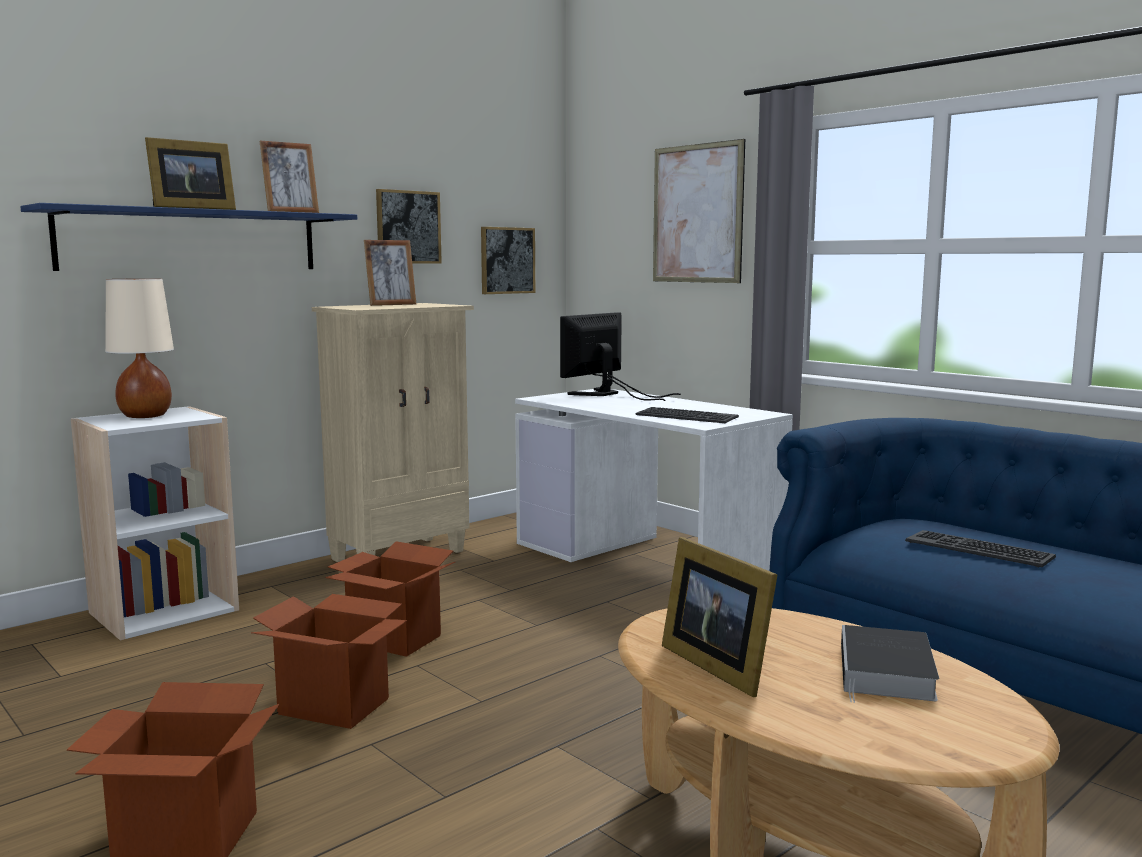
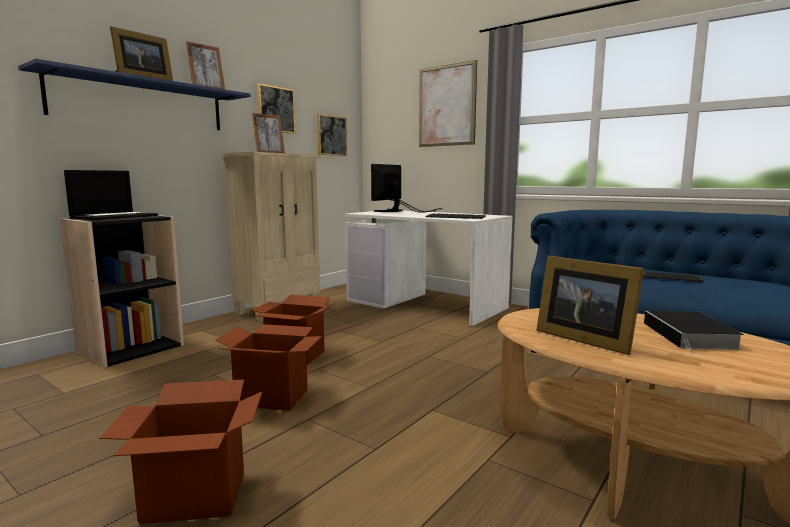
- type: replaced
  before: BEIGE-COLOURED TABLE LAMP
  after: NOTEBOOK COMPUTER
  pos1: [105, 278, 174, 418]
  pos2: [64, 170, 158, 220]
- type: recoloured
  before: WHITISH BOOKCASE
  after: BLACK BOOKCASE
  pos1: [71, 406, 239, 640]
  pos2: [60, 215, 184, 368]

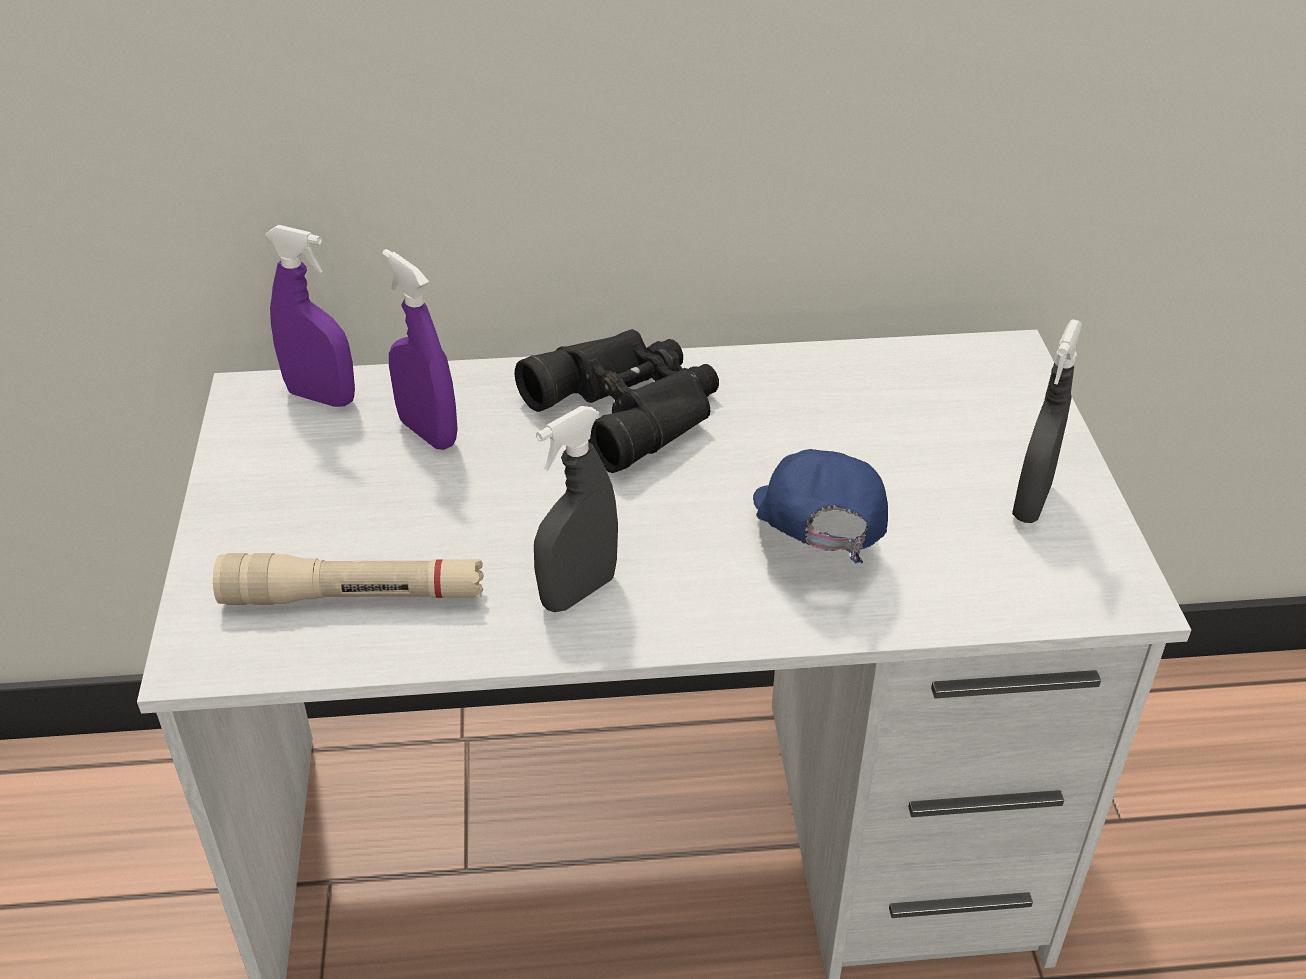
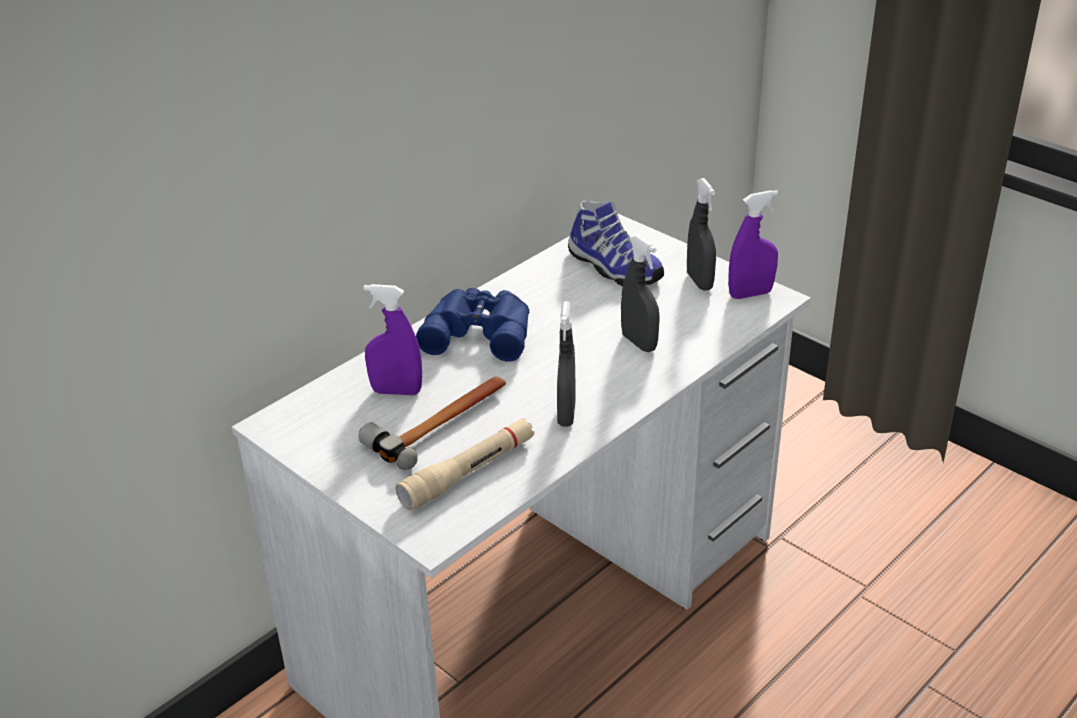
- type: added
  after: HAMMER
  pos2: [358, 376, 506, 470]
- type: added
  after: SHOE
  pos2: [568, 201, 664, 286]
- type: moved
  before: PURPLE-COLOURED HAND SPRAYER
  pos1: [265, 225, 355, 407]
  pos2: [728, 190, 779, 299]
- type: replaced
  before: BLUE PEAKED CAP
  after: GREYISH HAND SPRAYER
  pos1: [753, 449, 888, 564]
  pos2: [621, 235, 660, 352]
- type: recoloured
  before: BLACK FIELD GLASSES
  after: BLUE FIELD GLASSES
  pos1: [515, 329, 719, 473]
  pos2: [416, 288, 529, 362]

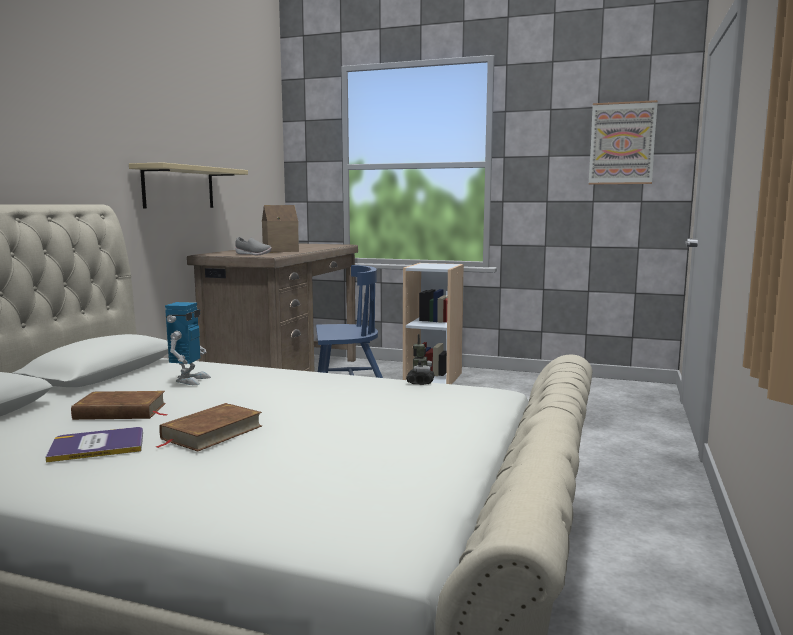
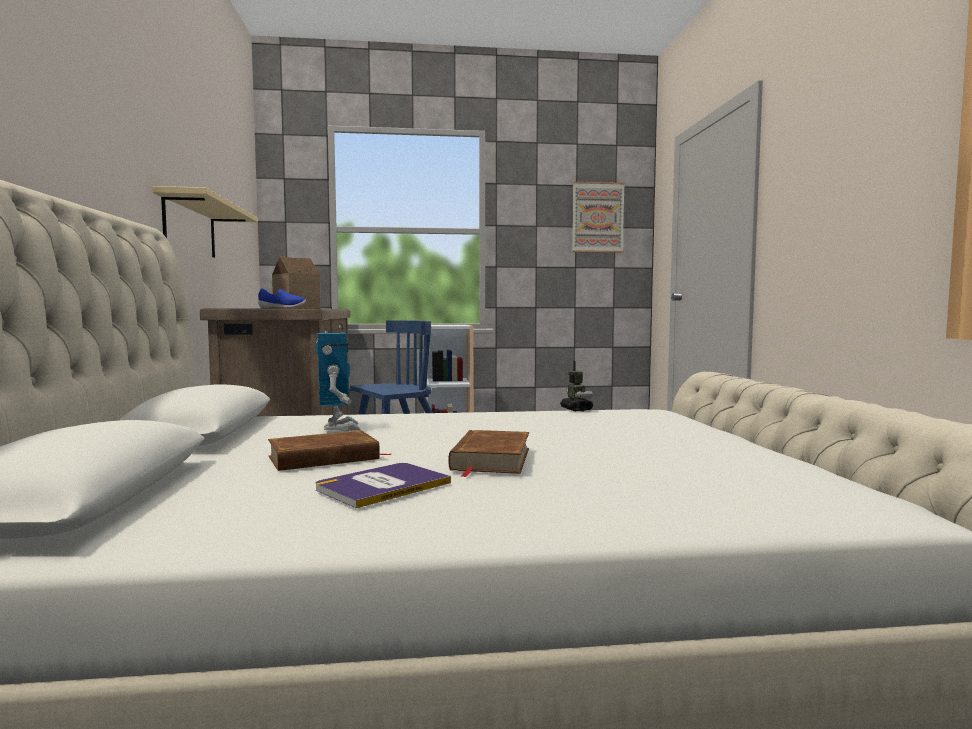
- type: recoloured
  before: GREYISH SHOE
  after: BLUE SHOE
  pos1: [235, 237, 272, 255]
  pos2: [258, 288, 306, 308]

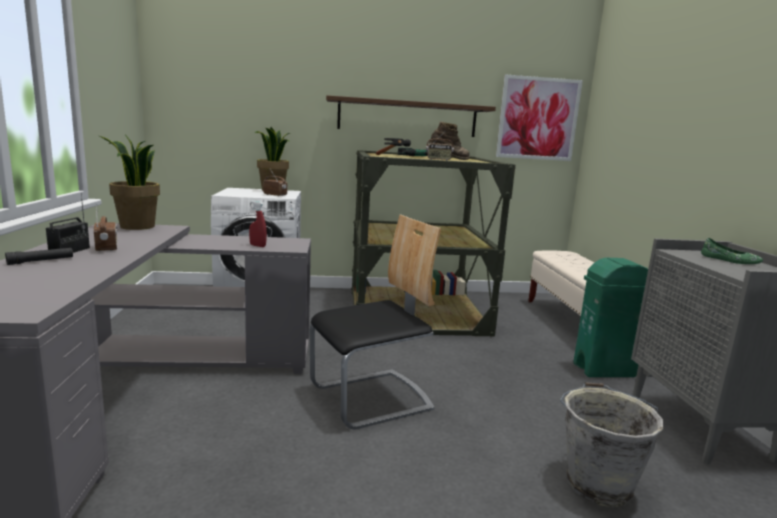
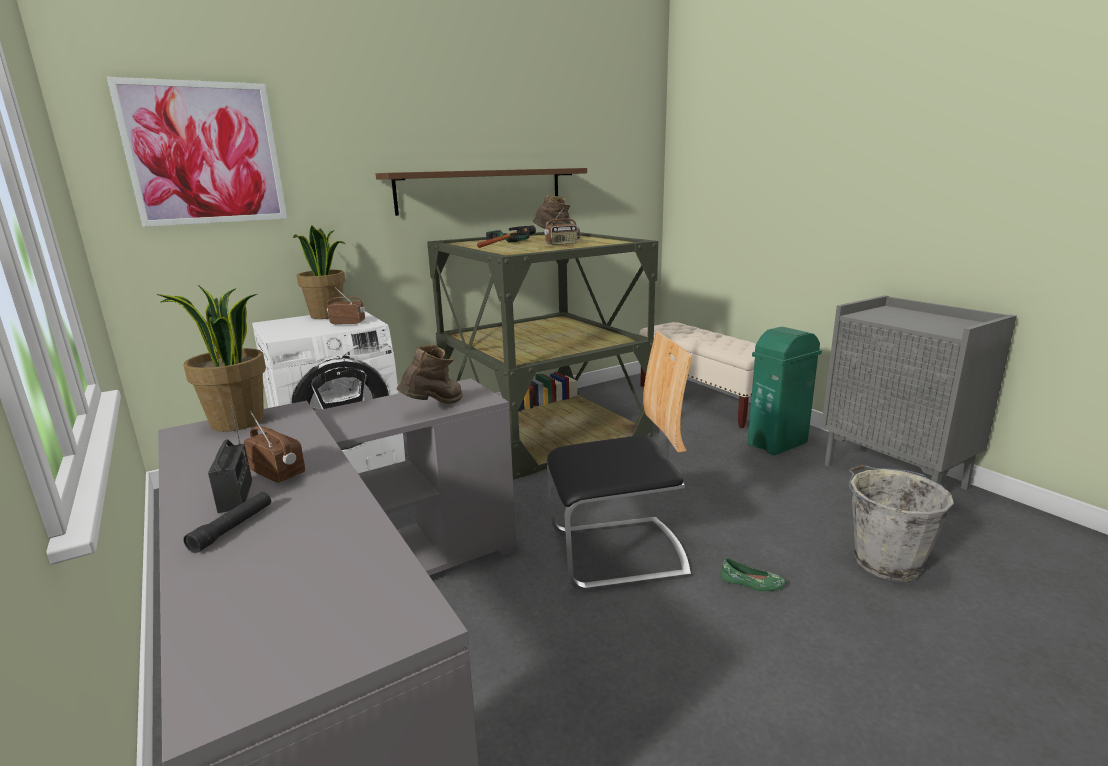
- type: moved
  before: WALL PICTURE
  pos1: [496, 74, 583, 161]
  pos2: [107, 77, 287, 227]
- type: moved
  before: GREEN-COLOURED SHOE
  pos1: [701, 238, 763, 264]
  pos2: [721, 558, 786, 591]
- type: replaced
  before: RED HAND SPRAYER
  after: BROWN-COLOURED TALL BOOT
  pos1: [249, 201, 267, 247]
  pos2: [397, 344, 463, 404]
- type: turned
  before: PLAIN CHAIR
  pos1: [310, 215, 441, 429]
  pos2: [547, 331, 692, 591]
  turn: 45

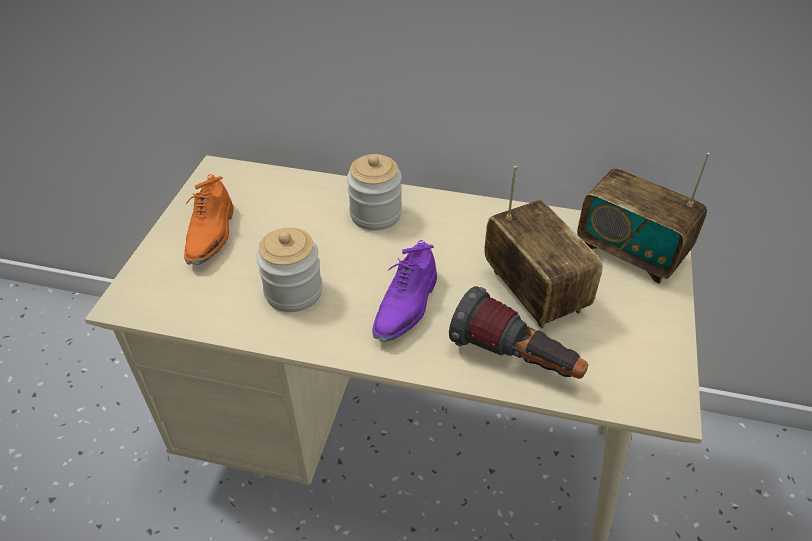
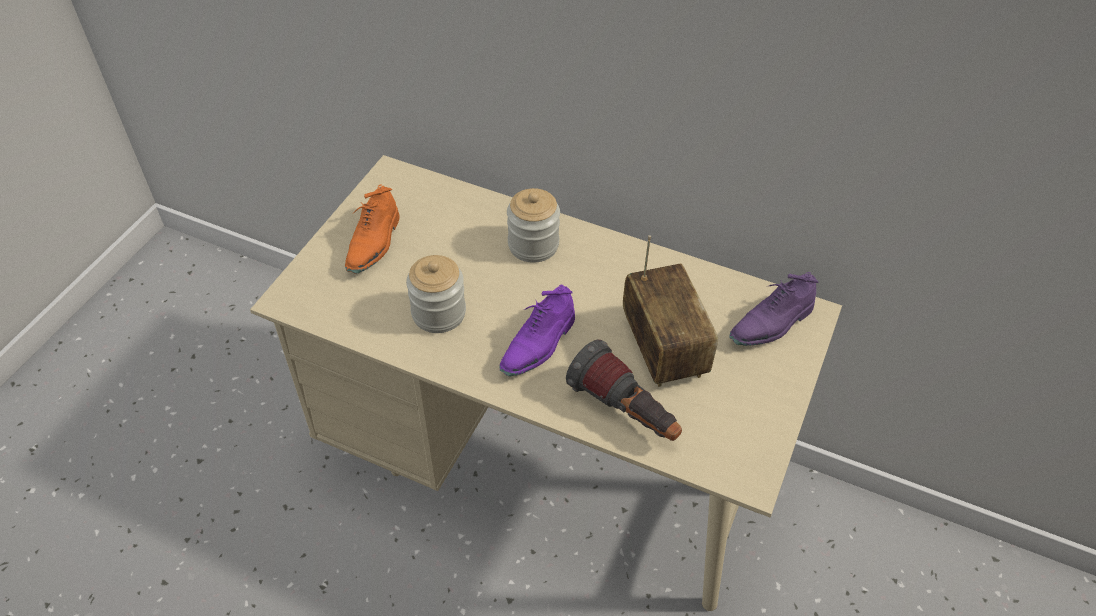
- type: replaced
  before: RADIO
  after: PURPLE-COLOURED SHOE
  pos1: [577, 153, 710, 284]
  pos2: [729, 272, 819, 346]

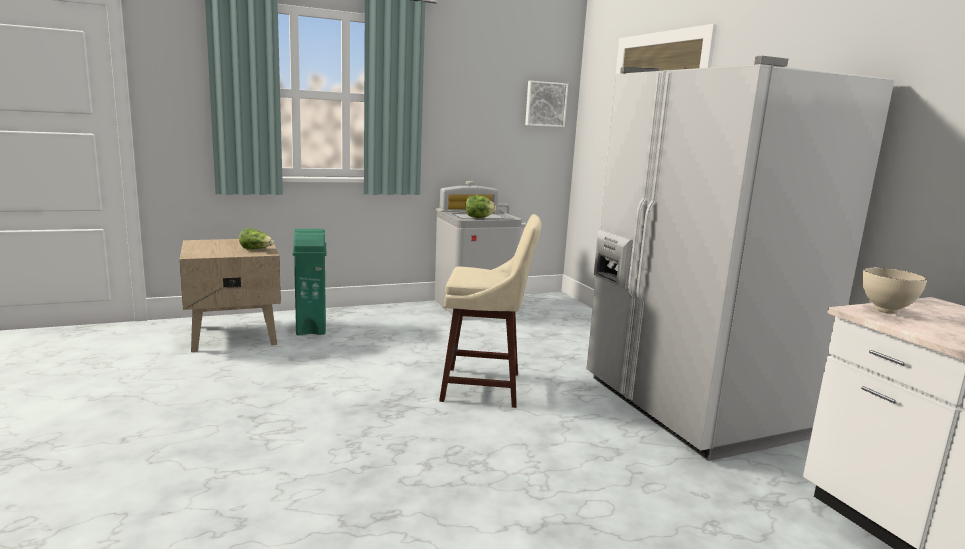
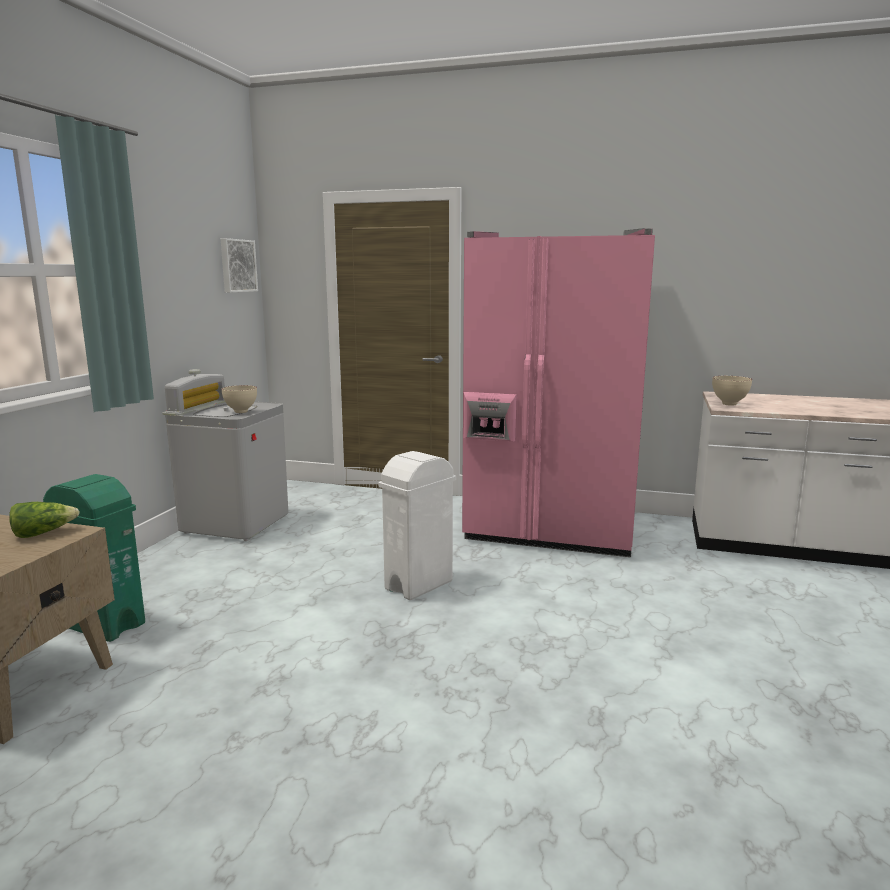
- type: replaced
  before: BEIGE-COLOURED PLAIN CHAIR
  after: WHITISH TRASH CAN
  pos1: [439, 214, 542, 408]
  pos2: [378, 451, 456, 600]
- type: replaced
  before: HEAD OF LETTUCE
  after: BEIGE-COLOURED BOWL
  pos1: [465, 195, 496, 218]
  pos2: [222, 385, 257, 413]
- type: recoloured
  before: WHITISH FRIDGE
  after: PINK FRIDGE
  pos1: [587, 56, 894, 461]
  pos2: [462, 228, 655, 557]

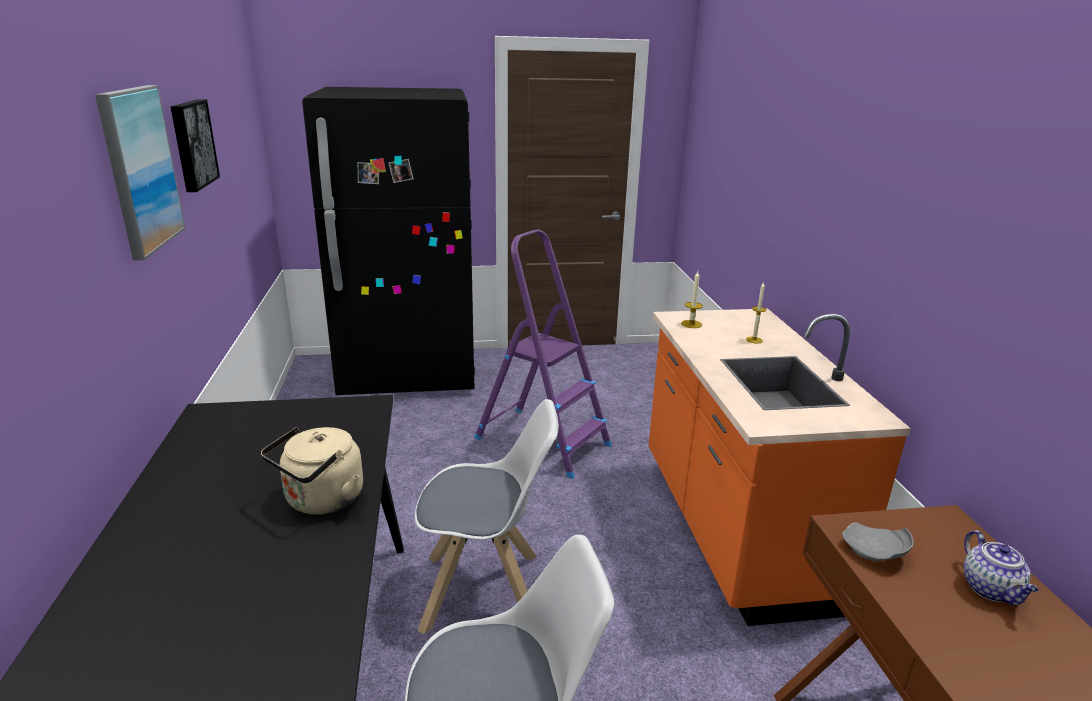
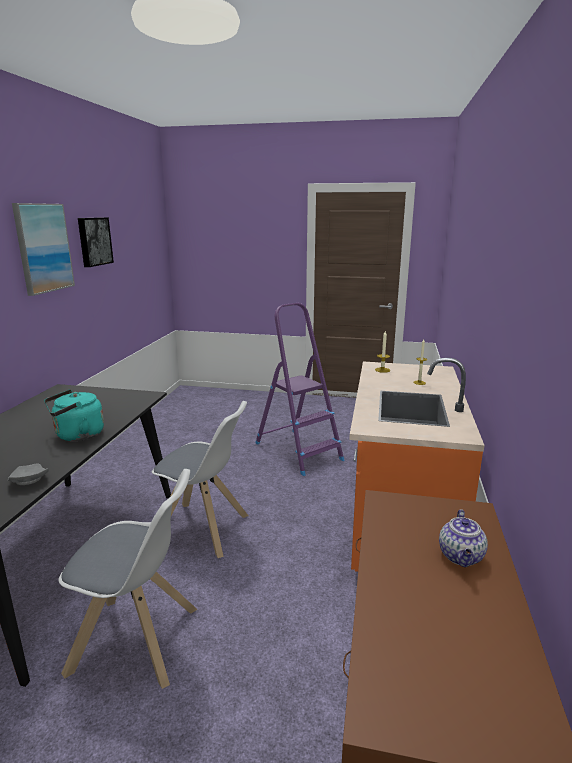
- type: removed
  before: BLACK FRIDGE
  pos1: [302, 87, 475, 395]
- type: moved
  before: GREYISH PLATE
  pos1: [842, 522, 914, 561]
  pos2: [8, 463, 49, 485]
- type: recoloured
  before: BEIGE-COLOURED WATER KETTLE
  after: TURQUOISE WATER KETTLE
  pos1: [261, 427, 363, 515]
  pos2: [44, 389, 104, 441]

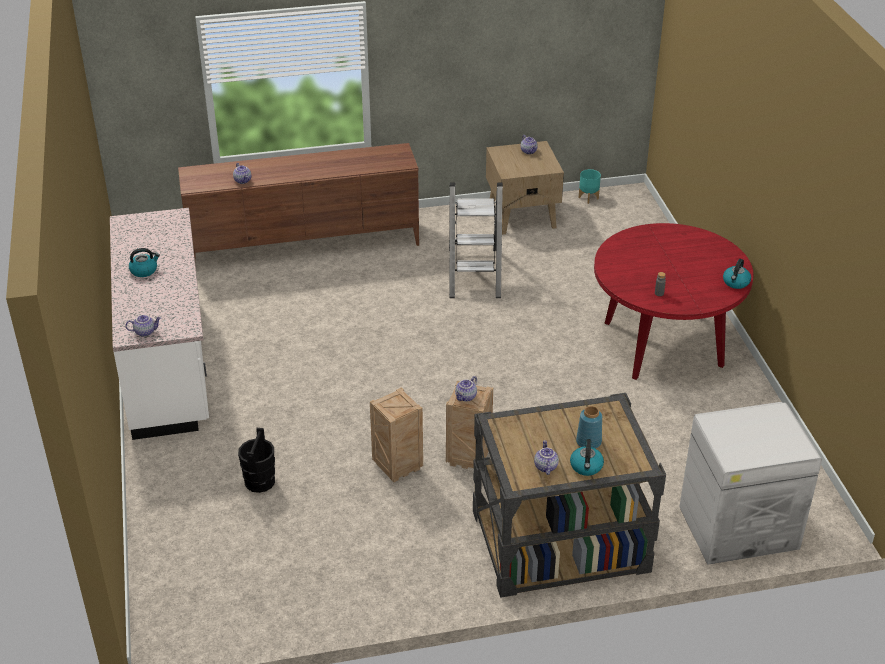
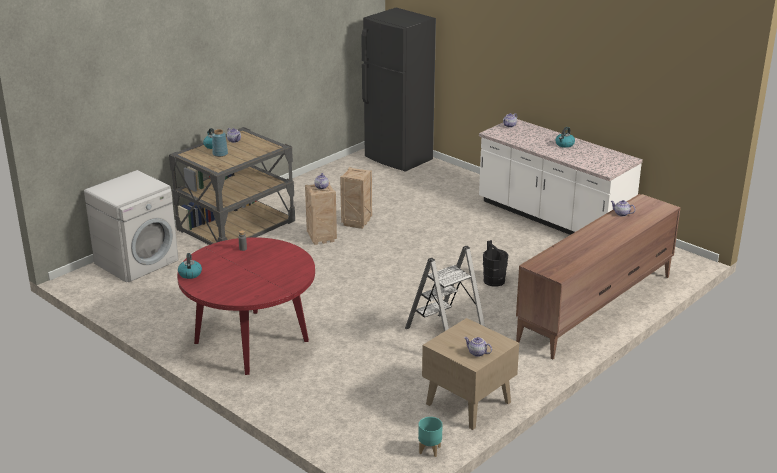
- type: added
  after: BLACK FRIDGE
  pos2: [361, 8, 436, 172]
- type: moved
  before: BLACK PAIL
  pos1: [238, 428, 275, 493]
  pos2: [483, 240, 508, 287]

